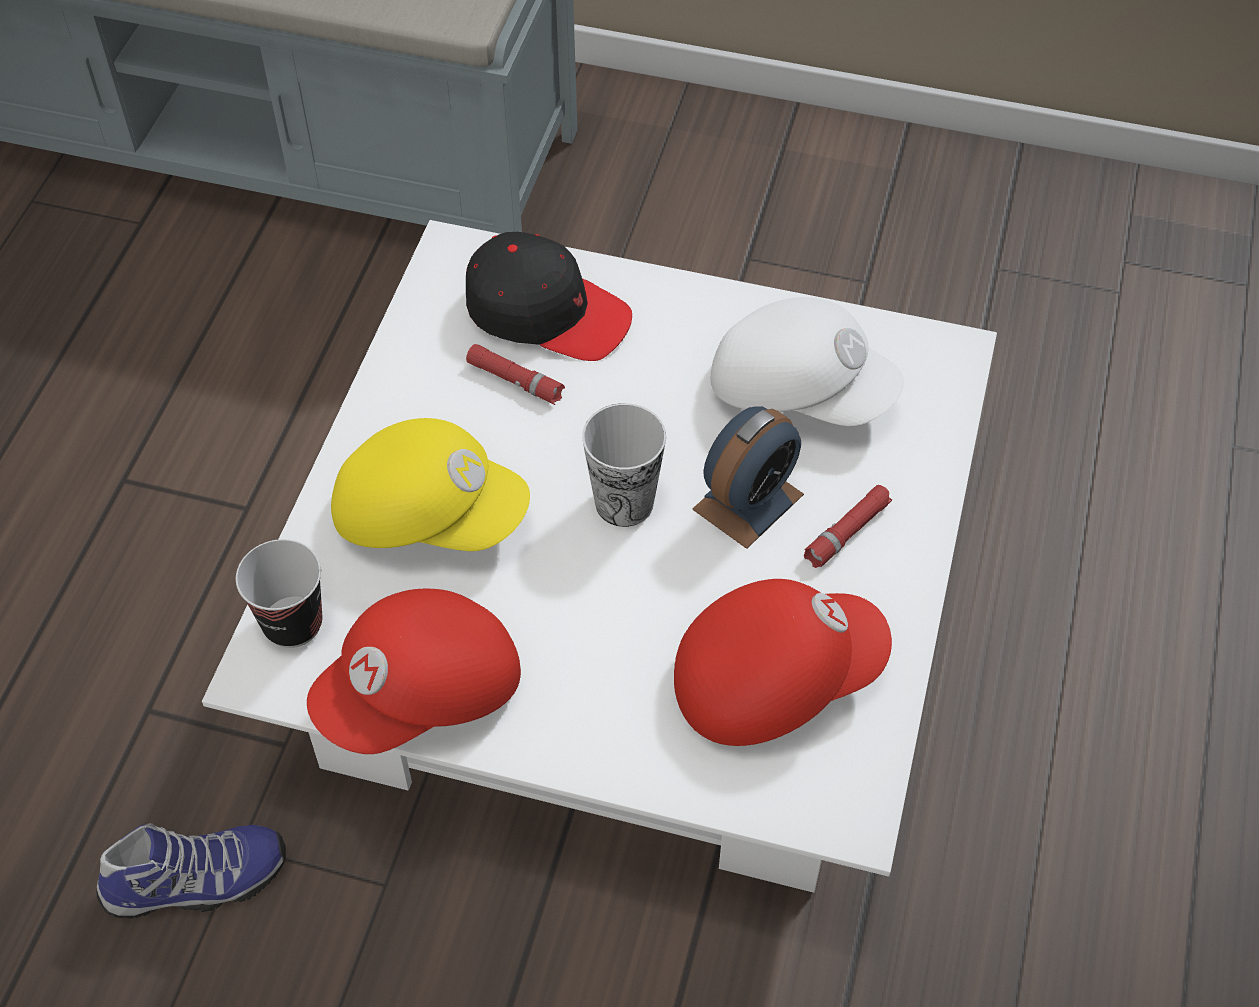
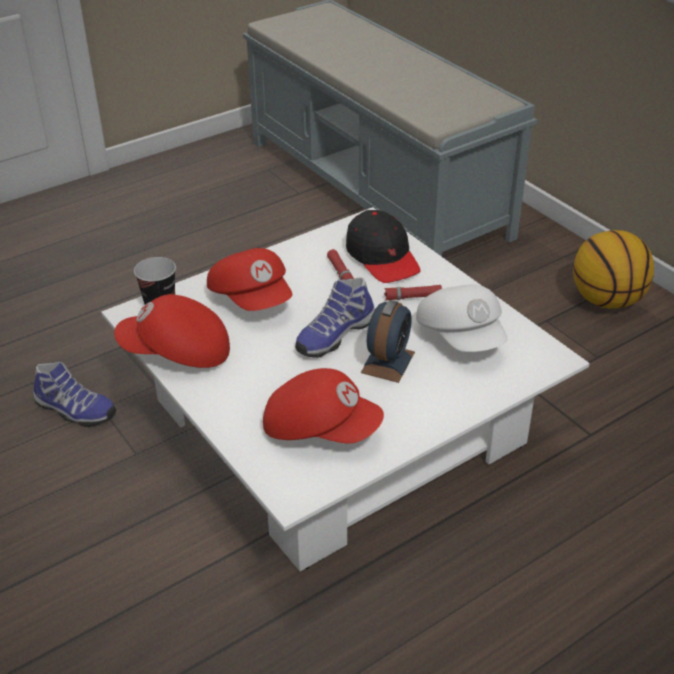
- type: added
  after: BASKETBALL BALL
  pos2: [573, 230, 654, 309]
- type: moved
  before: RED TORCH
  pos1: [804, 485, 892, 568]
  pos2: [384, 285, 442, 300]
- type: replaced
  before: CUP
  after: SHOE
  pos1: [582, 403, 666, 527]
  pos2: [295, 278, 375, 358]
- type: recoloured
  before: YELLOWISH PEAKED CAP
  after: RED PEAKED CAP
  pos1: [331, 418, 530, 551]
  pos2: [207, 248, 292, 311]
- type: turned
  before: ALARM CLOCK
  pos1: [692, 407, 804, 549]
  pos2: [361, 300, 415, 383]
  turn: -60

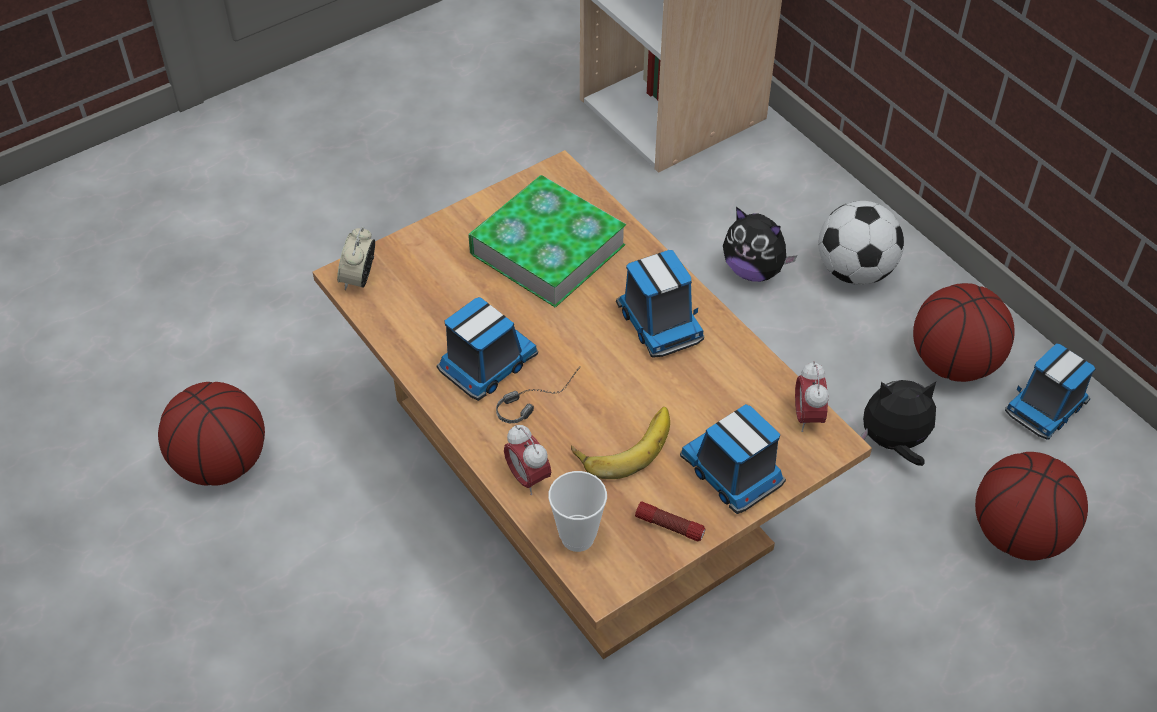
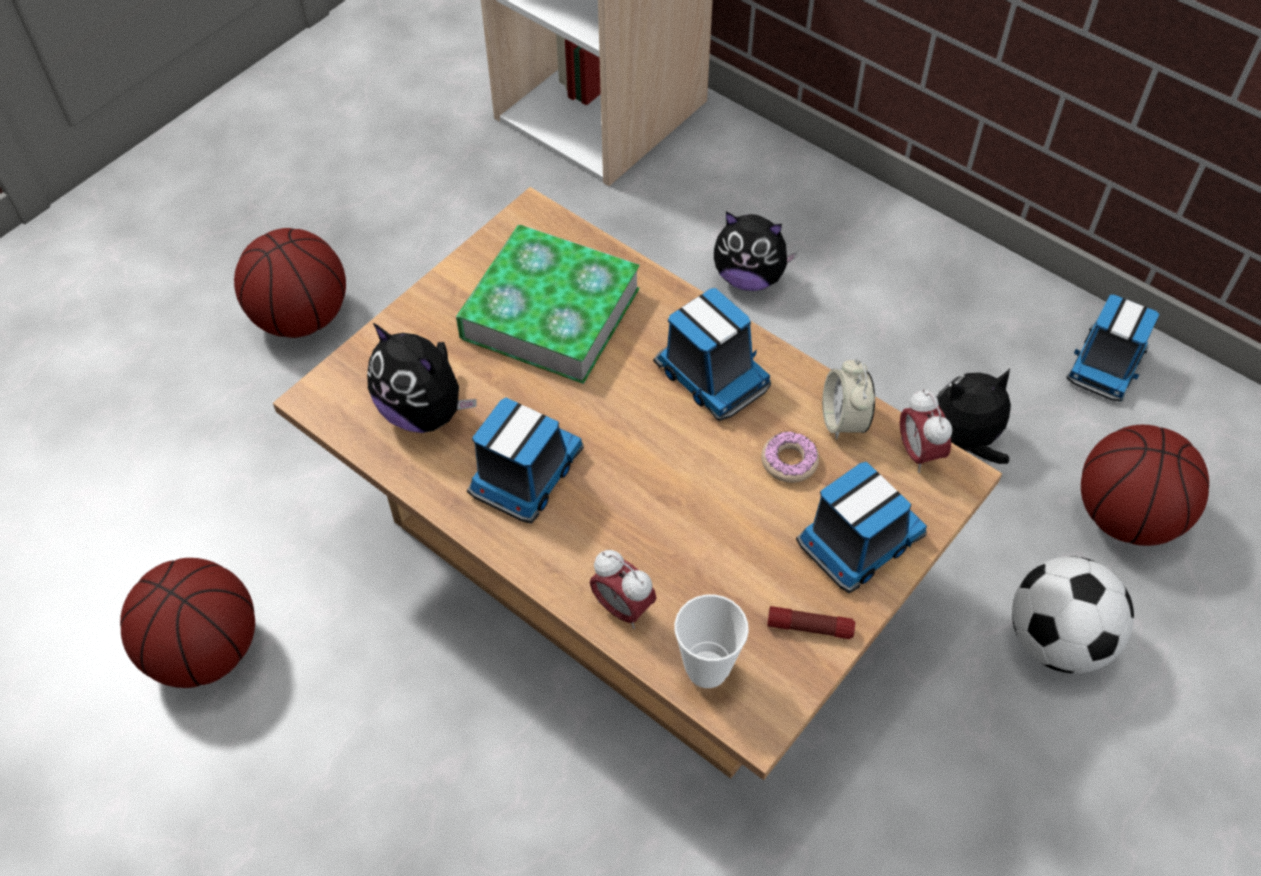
- type: removed
  before: HEADSET
  pos1: [496, 367, 580, 423]
- type: removed
  before: BANANA
  pos1: [571, 407, 670, 479]
- type: added
  after: SOFT TOY
  pos2: [367, 323, 477, 433]
- type: added
  after: DONUT
  pos2: [761, 431, 819, 483]
- type: moved
  before: ALARM CLOCK
  pos1: [337, 227, 375, 290]
  pos2: [822, 358, 875, 440]
- type: moved
  before: BALL FOR FOOTBALL
  pos1: [818, 201, 904, 285]
  pos2: [1012, 556, 1134, 673]
- type: moved
  before: BASKETBALL BALL
  pos1: [913, 283, 1015, 382]
  pos2: [234, 228, 346, 338]
- type: turned
  before: TOY TRUCK
  pos1: [680, 404, 786, 514]
  pos2: [796, 462, 927, 593]
  turn: 105

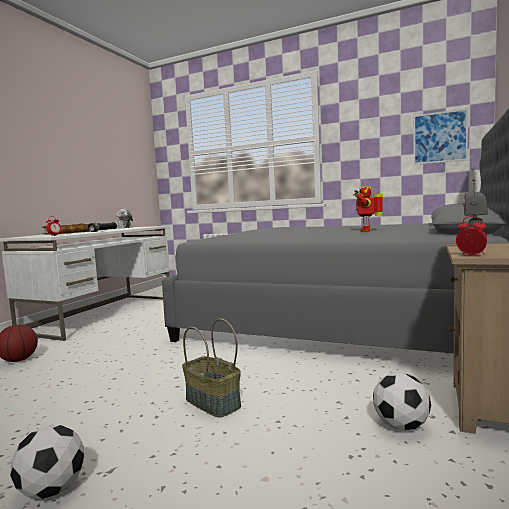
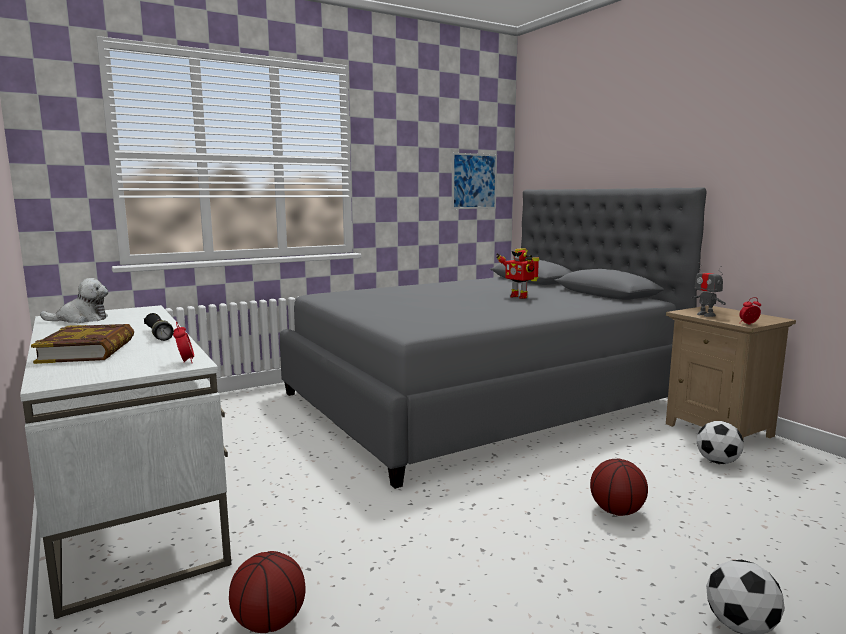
- type: replaced
  before: STORAGE BASKET
  after: BASKETBALL BALL
  pos1: [182, 319, 241, 417]
  pos2: [590, 459, 648, 516]

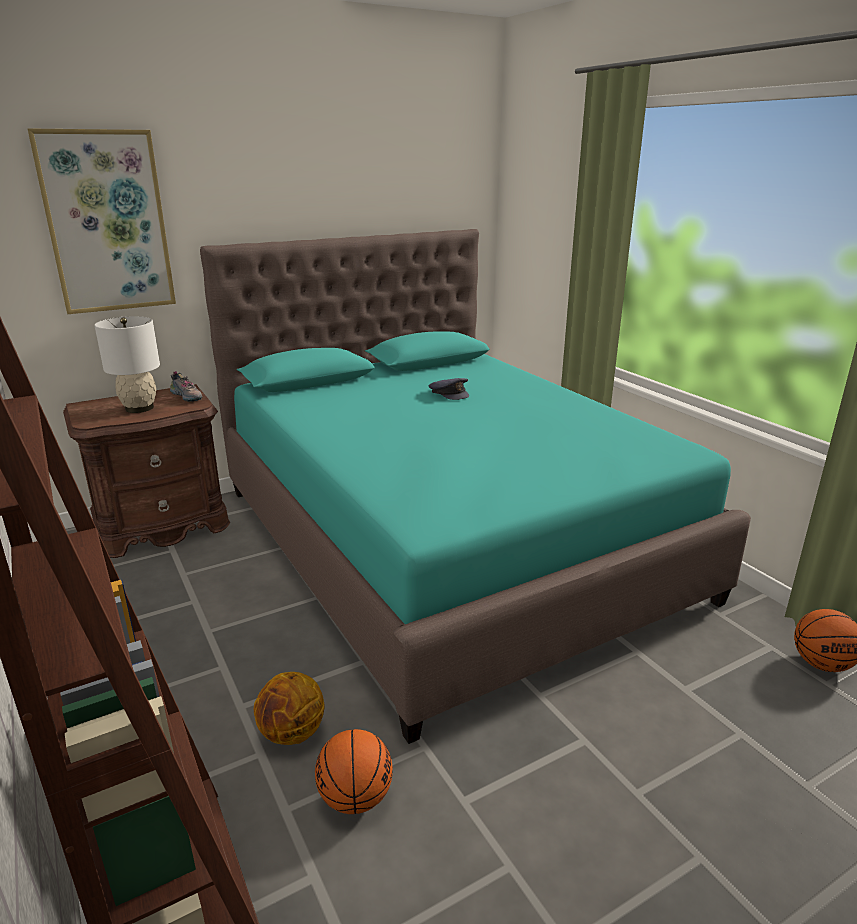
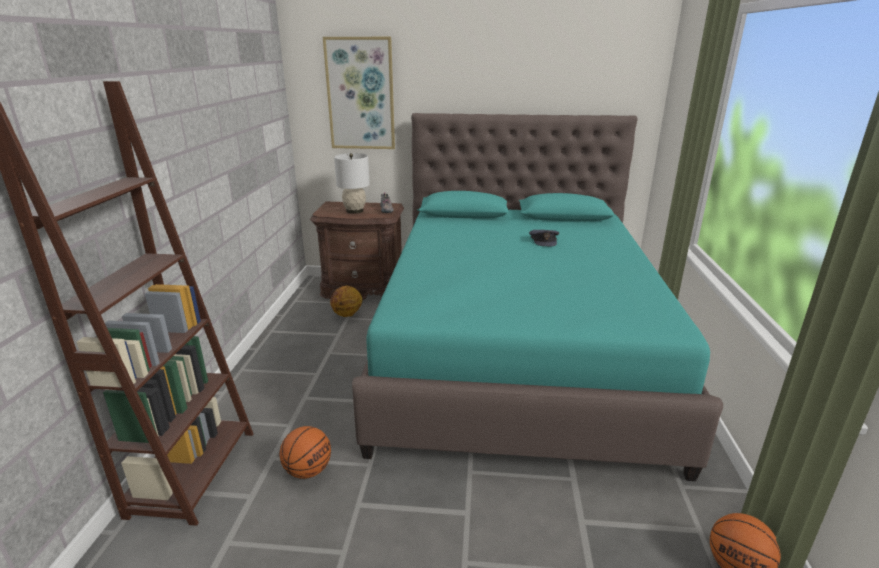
- type: moved
  before: BASKETBALL BALL
  pos1: [254, 672, 324, 745]
  pos2: [330, 286, 362, 317]

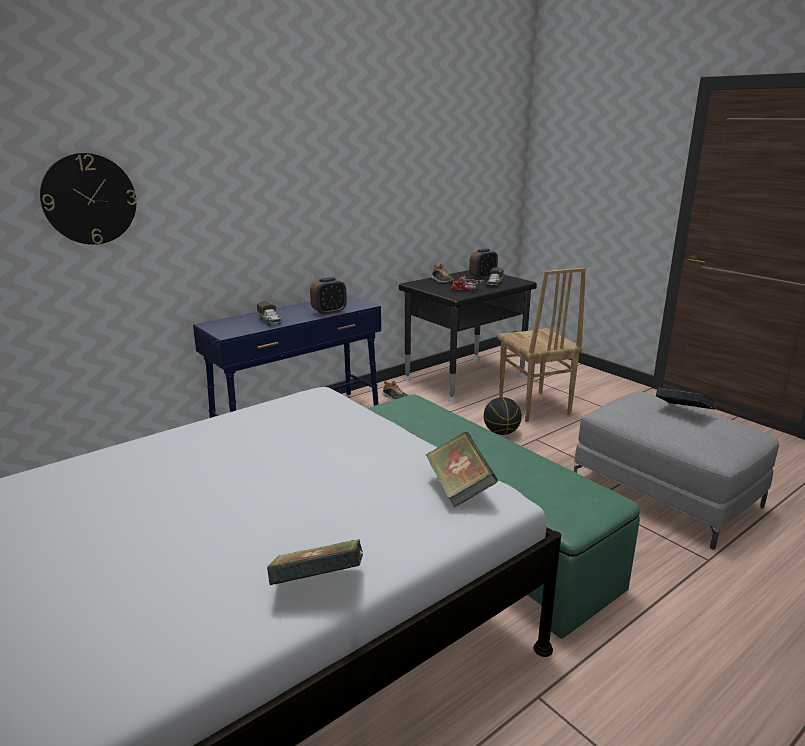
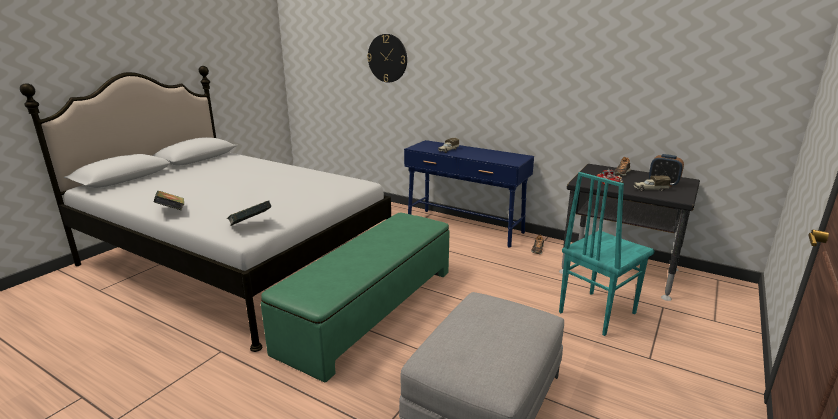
- type: removed
  before: ALARM CLOCK
  pos1: [310, 277, 347, 315]
- type: removed
  before: BASKETBALL BALL
  pos1: [484, 397, 522, 435]
- type: removed
  before: VOLUME
  pos1: [656, 388, 717, 410]
- type: recoloured
  before: BROWN-COLOURED PLAIN CHAIR
  after: TURQUOISE PLAIN CHAIR
  pos1: [497, 267, 586, 422]
  pos2: [559, 172, 655, 336]

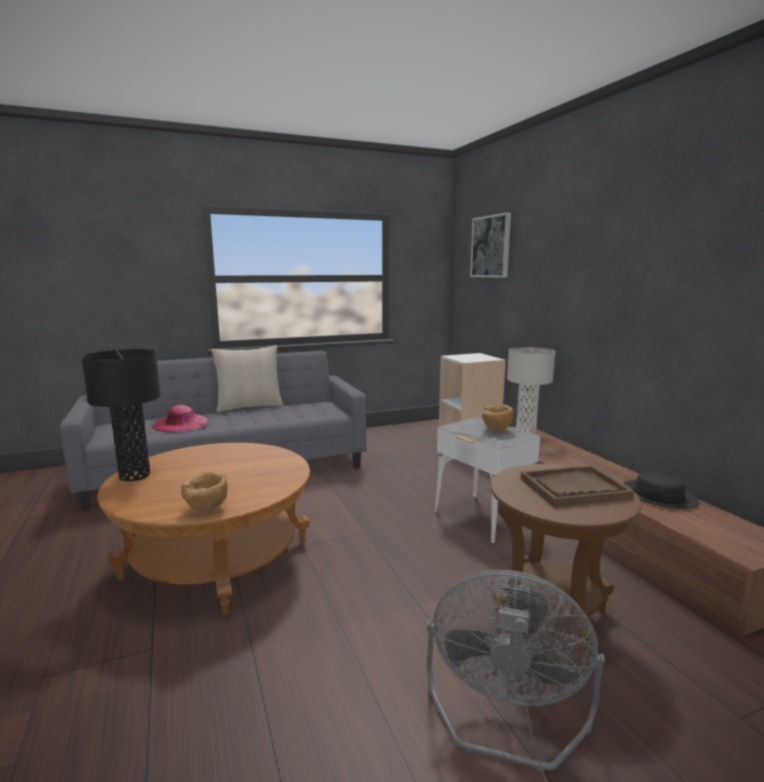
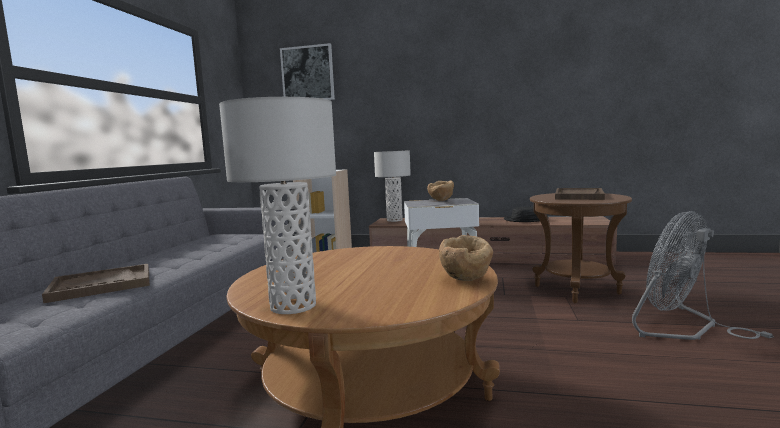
- type: removed
  before: BEIGE-COLOURED THROW PILLOW
  pos1: [211, 345, 284, 412]
- type: replaced
  before: PINK HAT
  after: BROWN-COLOURED CARRYING TRAY
  pos1: [152, 405, 209, 432]
  pos2: [42, 264, 150, 303]
- type: recoloured
  before: BLACK TABLE LAMP
  after: WHITISH TABLE LAMP
  pos1: [81, 349, 161, 481]
  pos2: [219, 97, 336, 314]

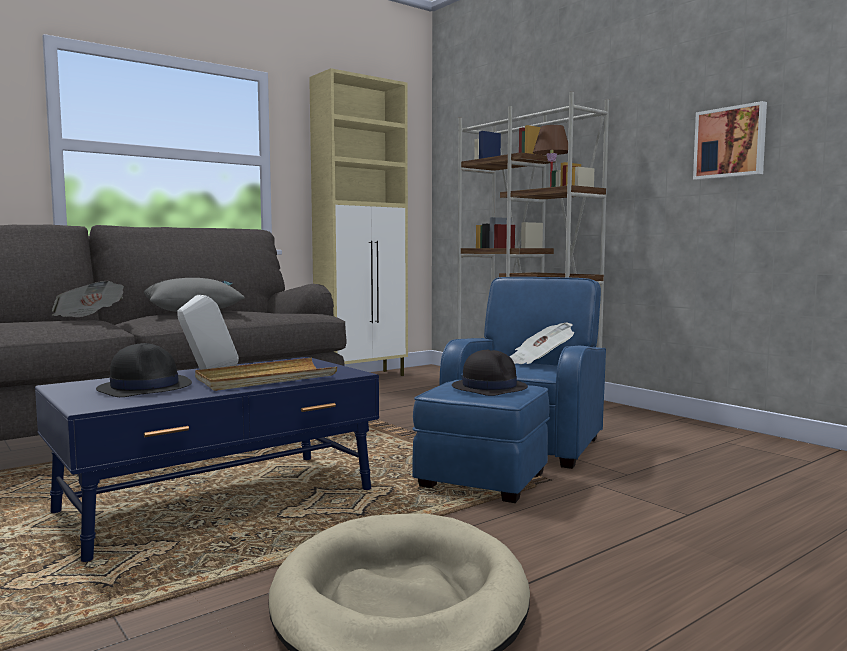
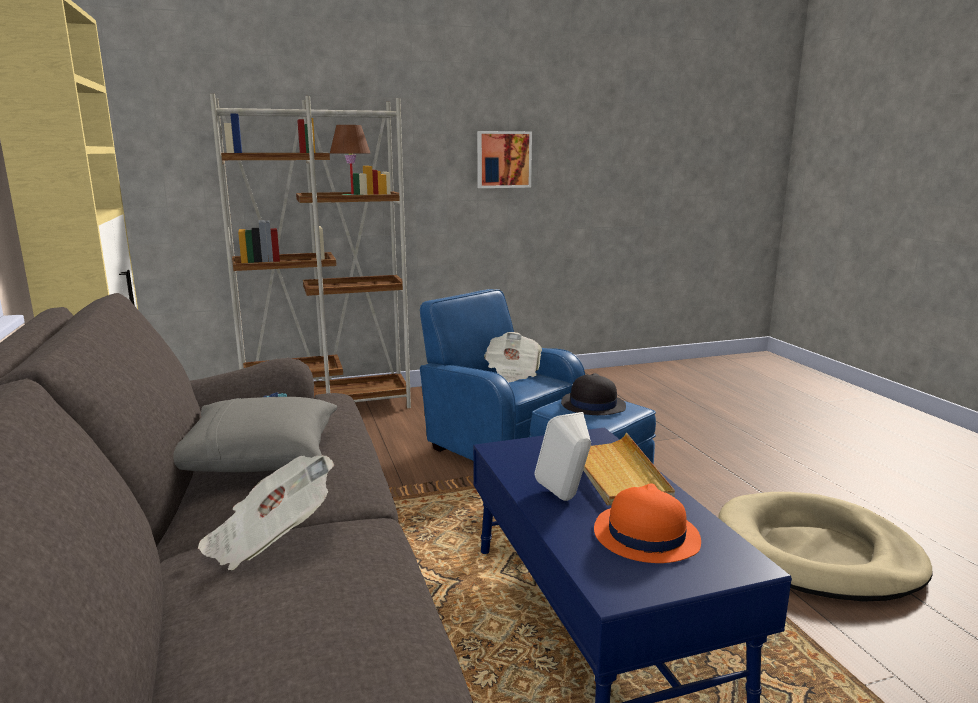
- type: recoloured
  before: BLACK HAT
  after: ORANGE HAT
  pos1: [96, 343, 192, 397]
  pos2: [594, 484, 701, 563]

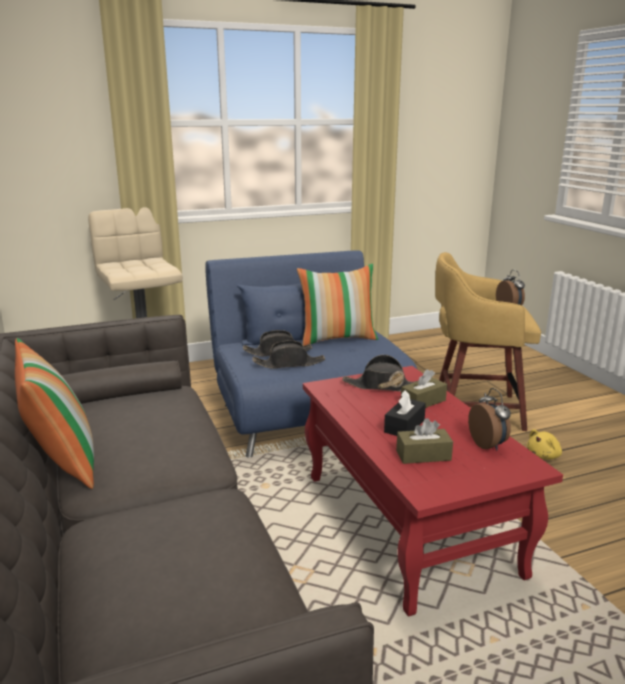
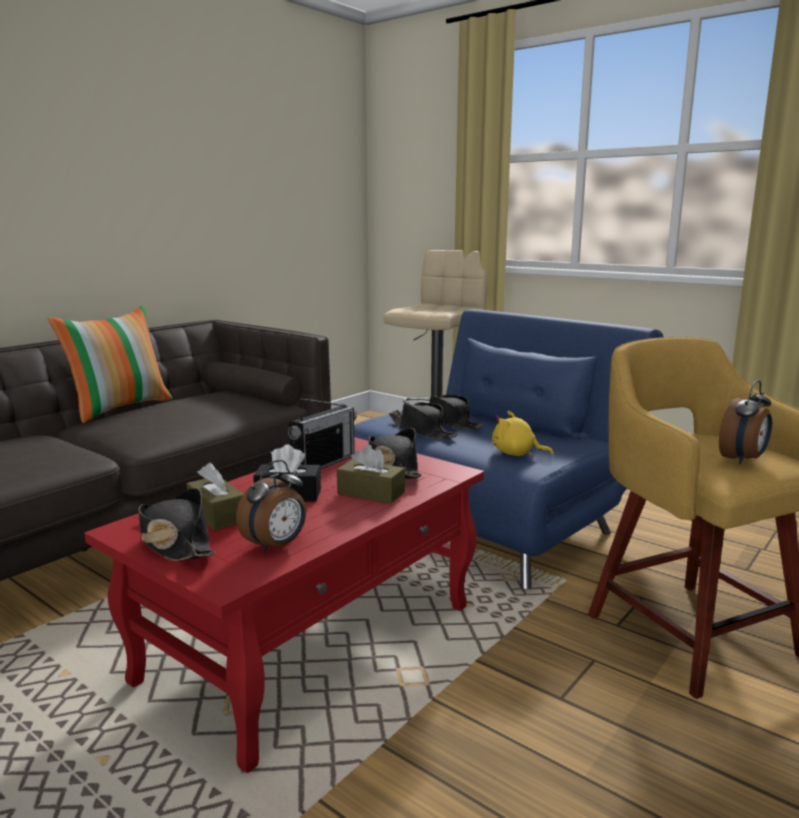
- type: removed
  before: THROW PILLOW
  pos1: [297, 264, 378, 346]
- type: added
  after: BLACK HAT
  pos2: [138, 488, 215, 561]
- type: added
  after: RADIO
  pos2: [288, 398, 357, 469]
- type: moved
  before: YELLOWISH SOFT TOY
  pos1: [527, 429, 562, 459]
  pos2: [492, 411, 554, 457]

